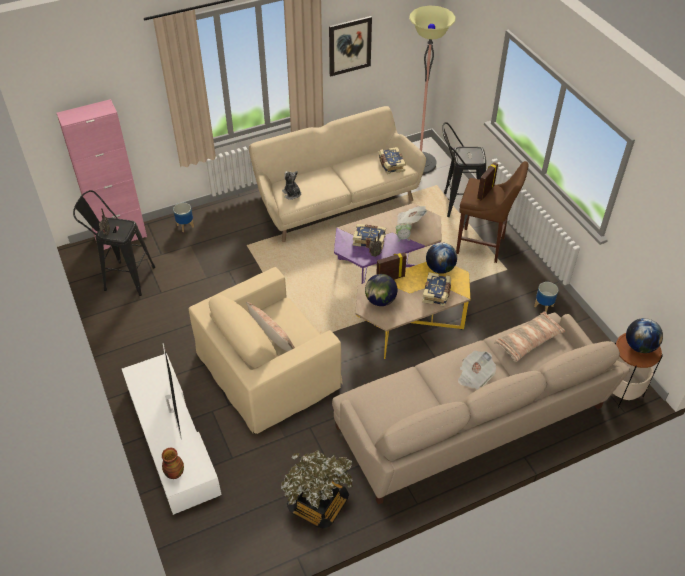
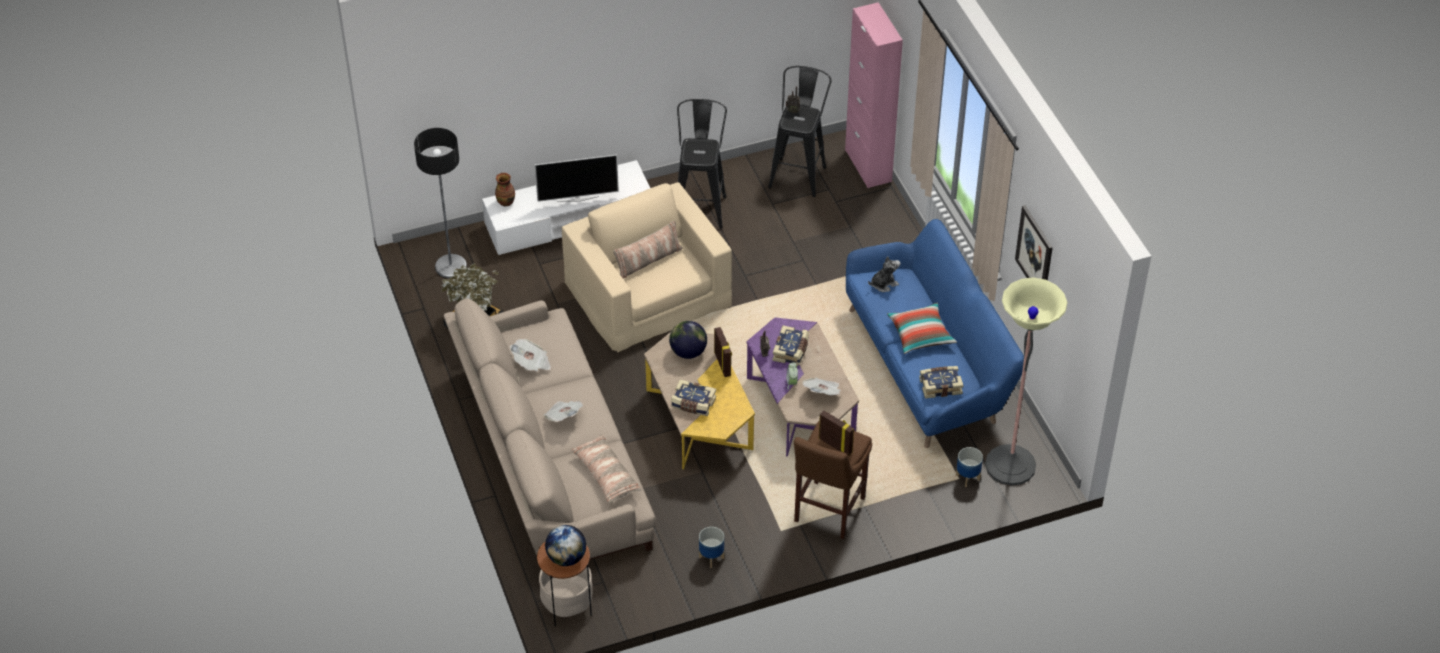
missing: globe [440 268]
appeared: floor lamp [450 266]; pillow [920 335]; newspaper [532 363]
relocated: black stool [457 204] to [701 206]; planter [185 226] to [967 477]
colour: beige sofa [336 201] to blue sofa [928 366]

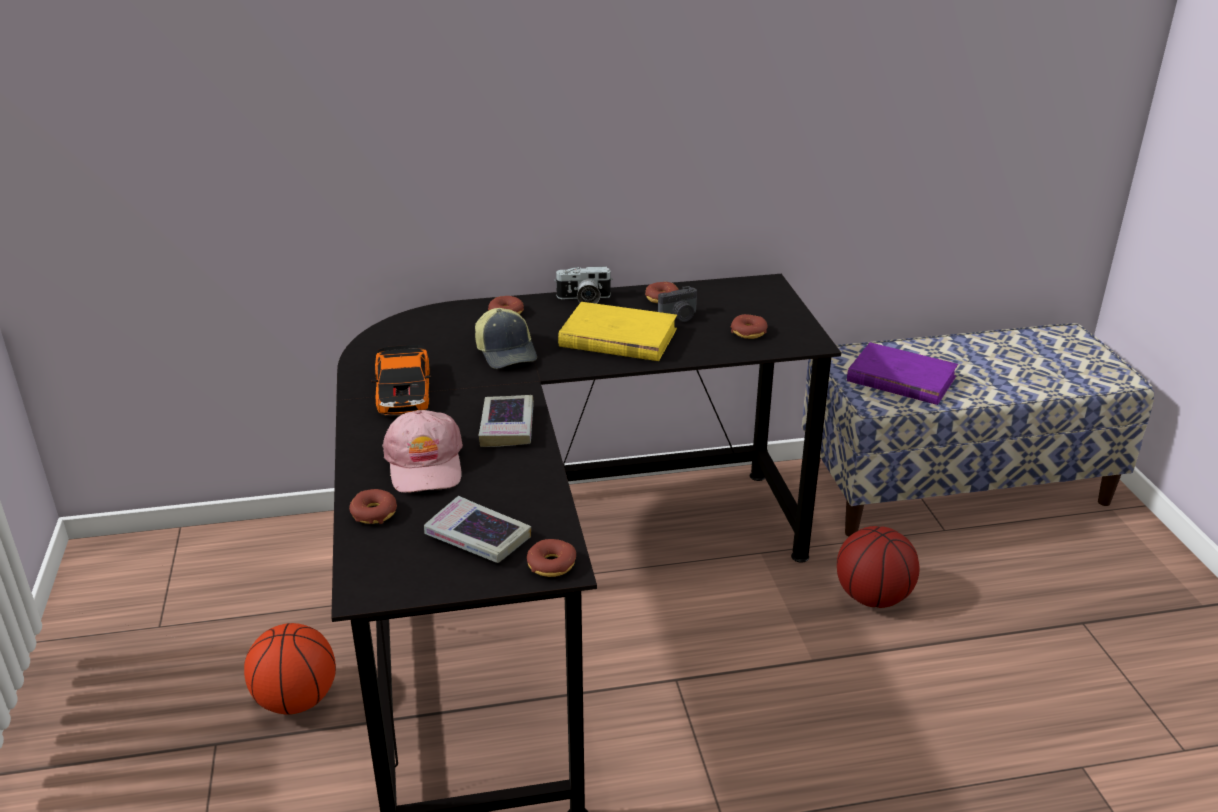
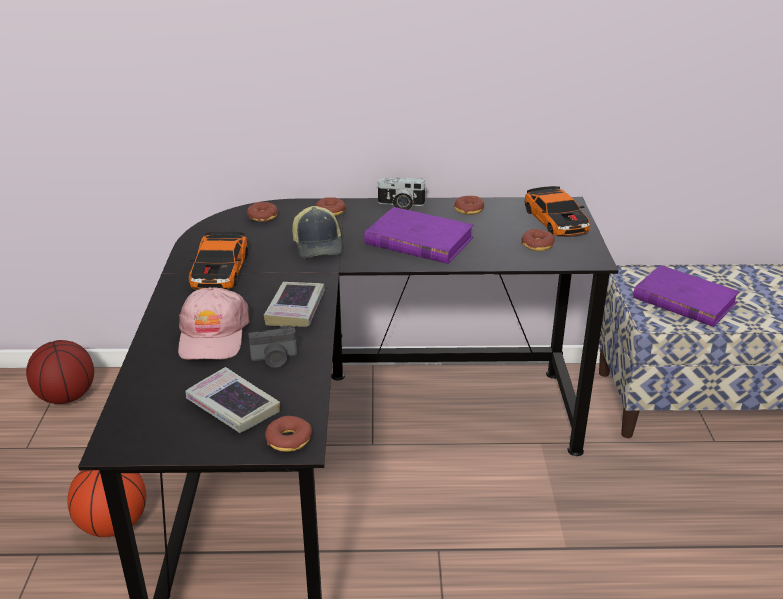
appeared: toy car [557 220]
relocated: photo camera [679 316] to [274 359]; donut [374 513] to [262 216]; basketball [872 596] to [67 396]
colour: yellow book [617 338] to purple book [418 241]

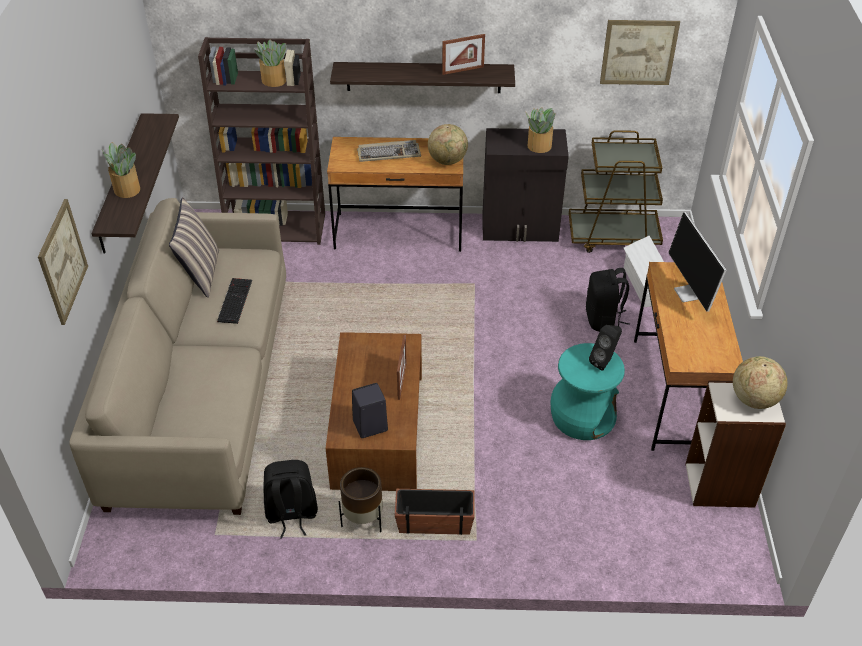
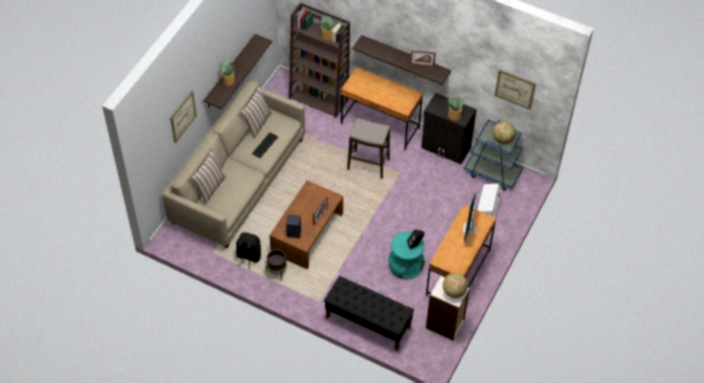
missing: keyboard [389 153]; black backpack [603 319]; planter [434 521]
appeared: stool [368 164]; pillow [210 187]; black bench [367 323]
relocated: globe [447 161] to [503 139]
colour: brown cart [613 236] to blue cart [493 173]

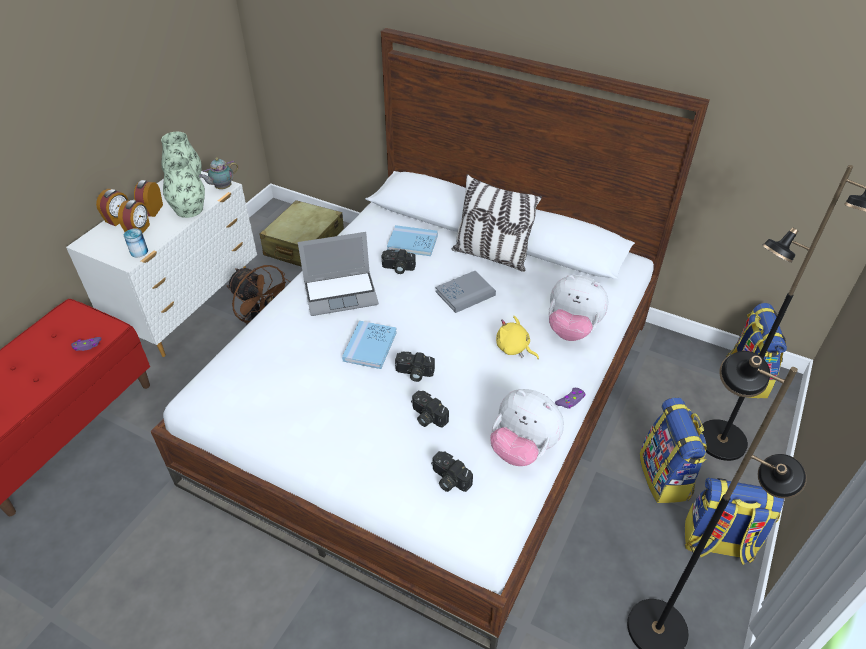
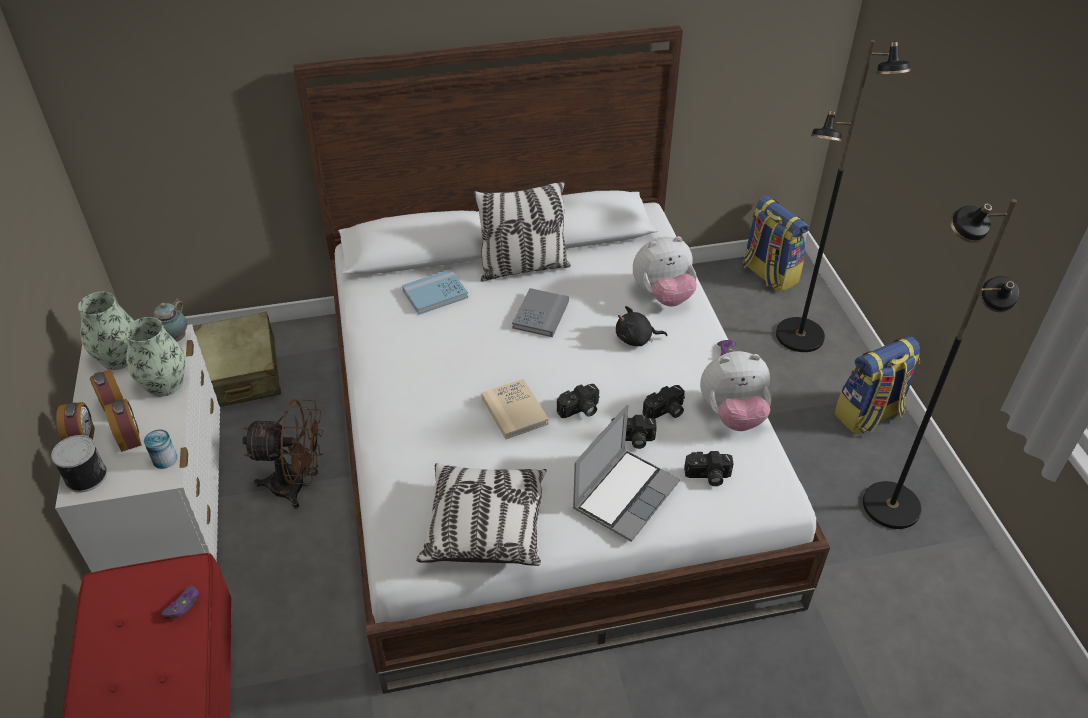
missing: backpack [665 477]
appeared: can [85 476]; pillow [485 526]
relocated: laptop [341 293] to [625 494]; photo camera [398 268] to [665 412]
colour: yellow plush toy [514 348] to black plush toy [636 339]; blue book [370 346] to beige book [514 411]

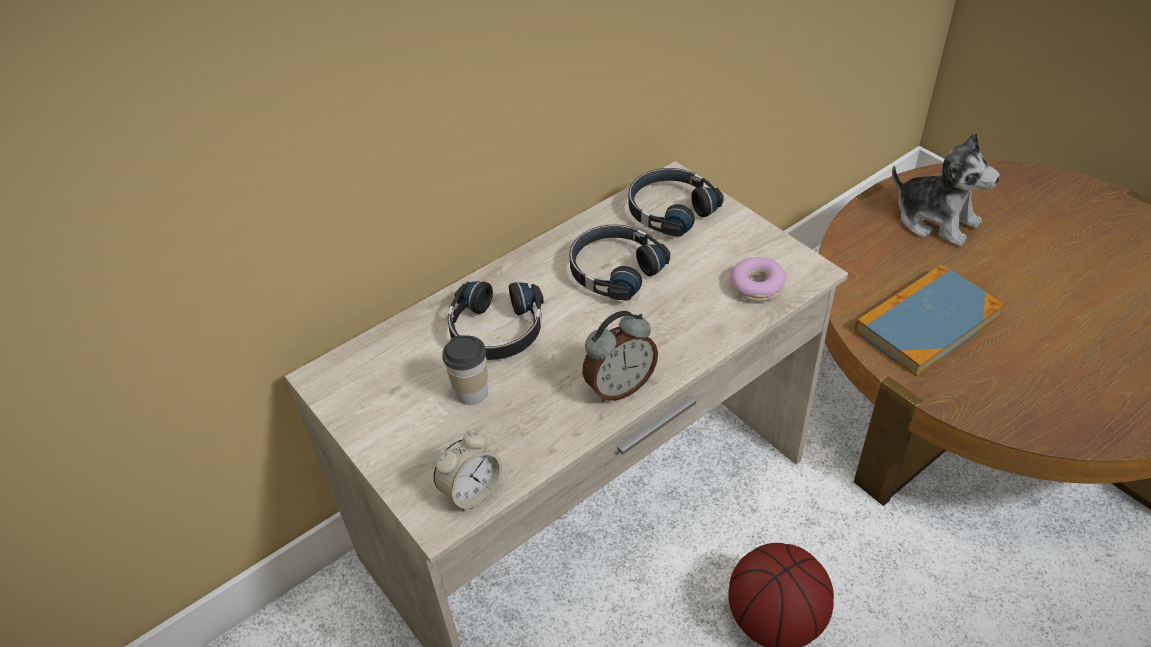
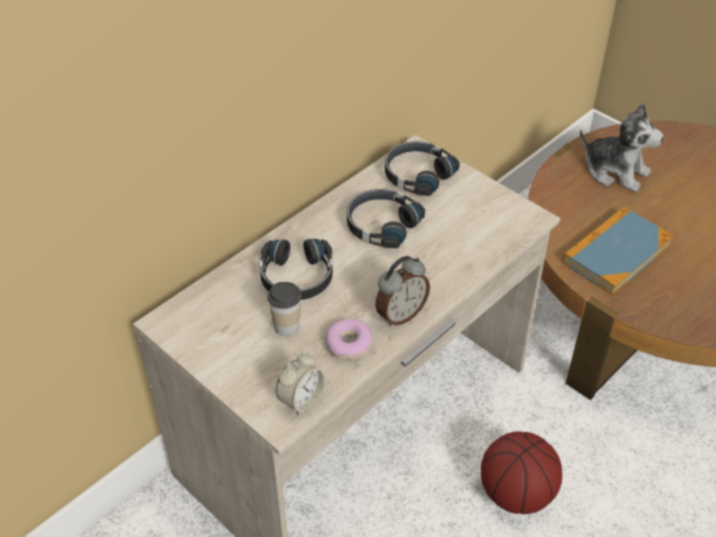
relocated: donut [757 286] to [349 344]

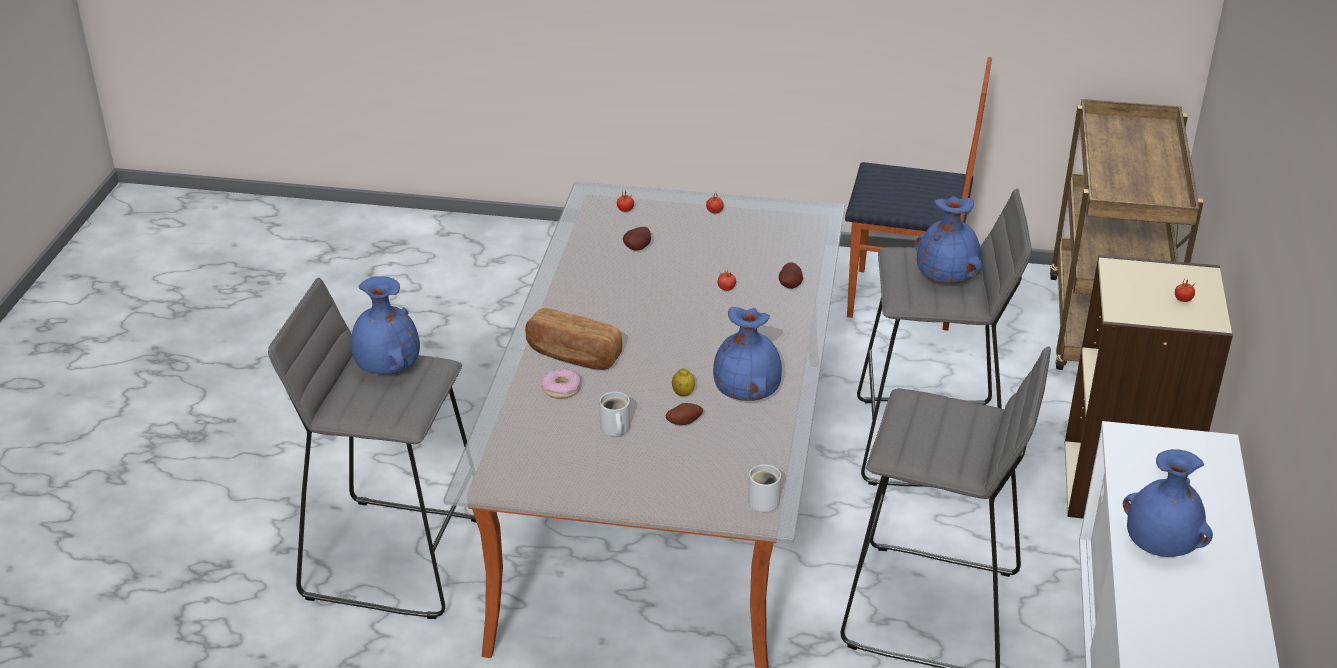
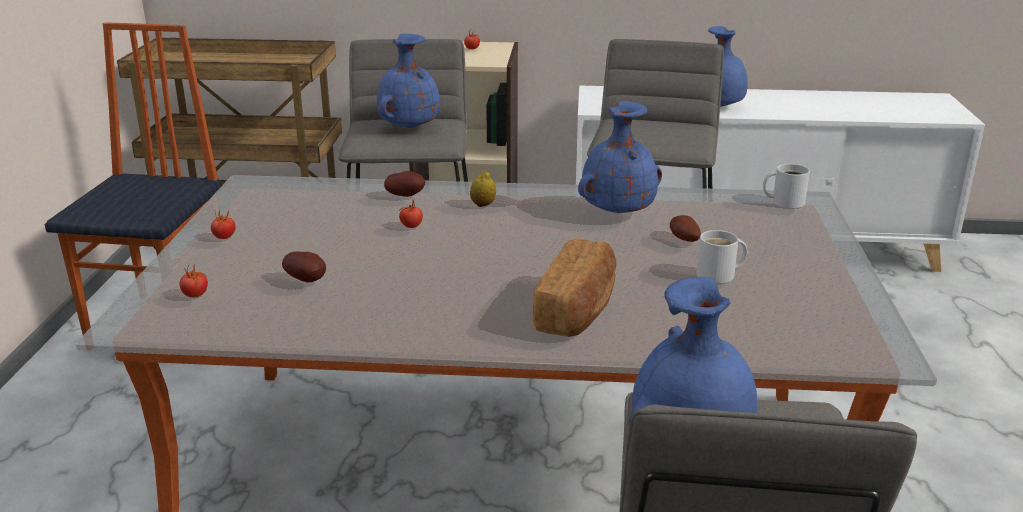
missing: donut [561 388]
relocated: lemon [683 393] to [483 205]

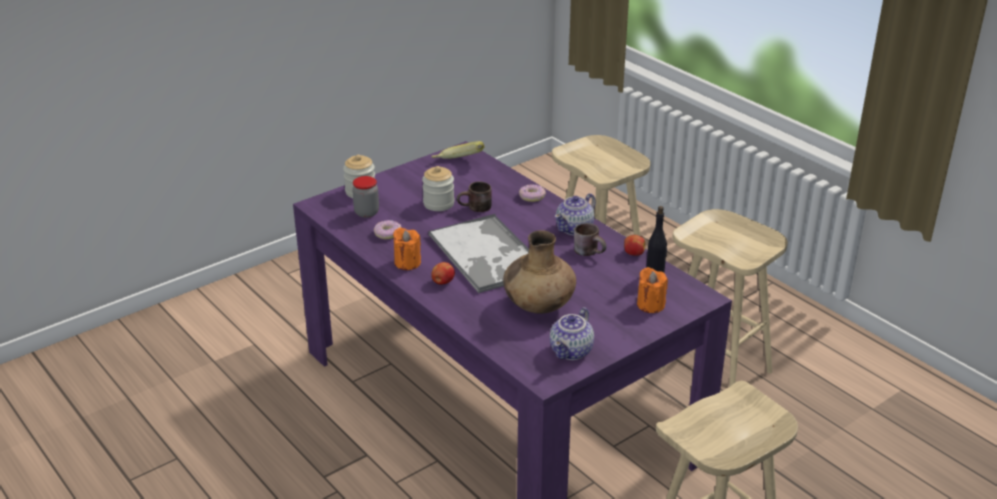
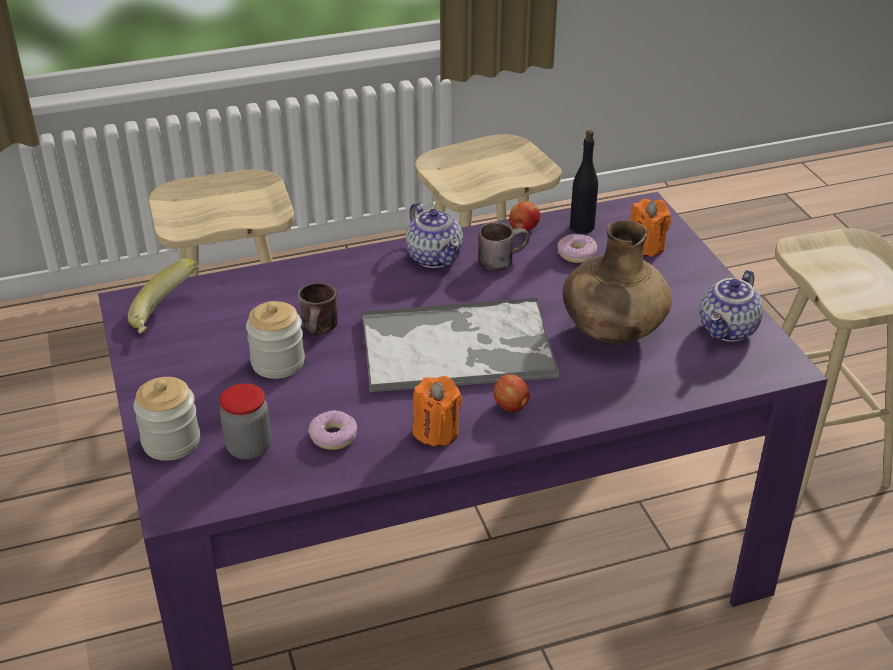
relocated: donut [532 196] to [576 254]
spun: teapot [572 352] = [729 330] 75 degrees clockwise

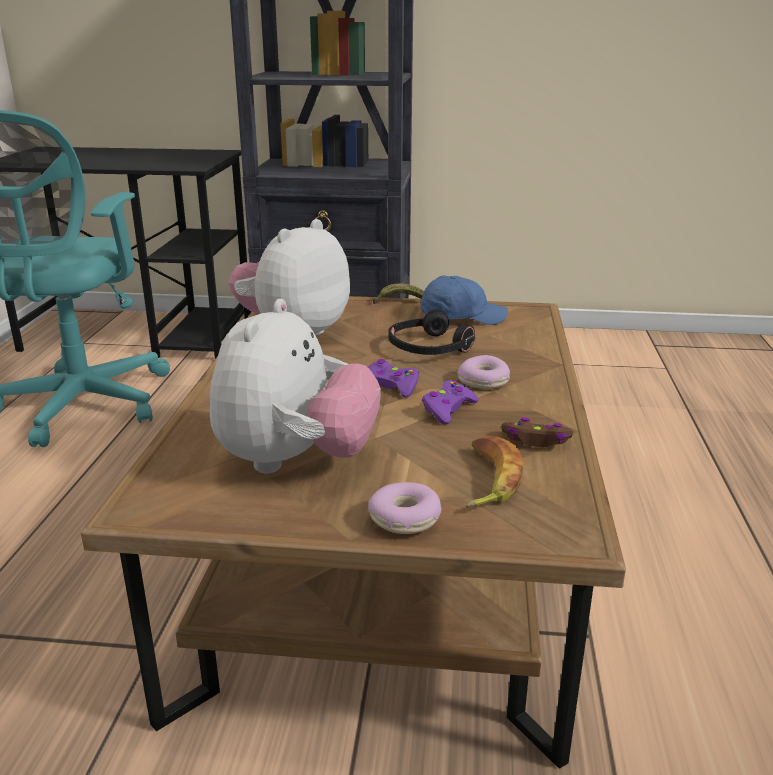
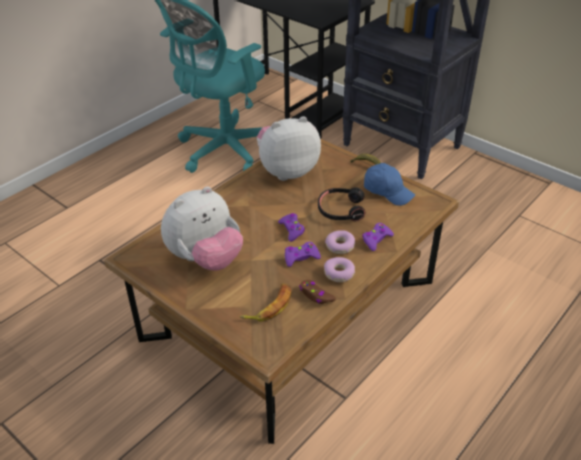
appeared: purple game controller [376 240]
relocated: donut [405 518] to [339 273]

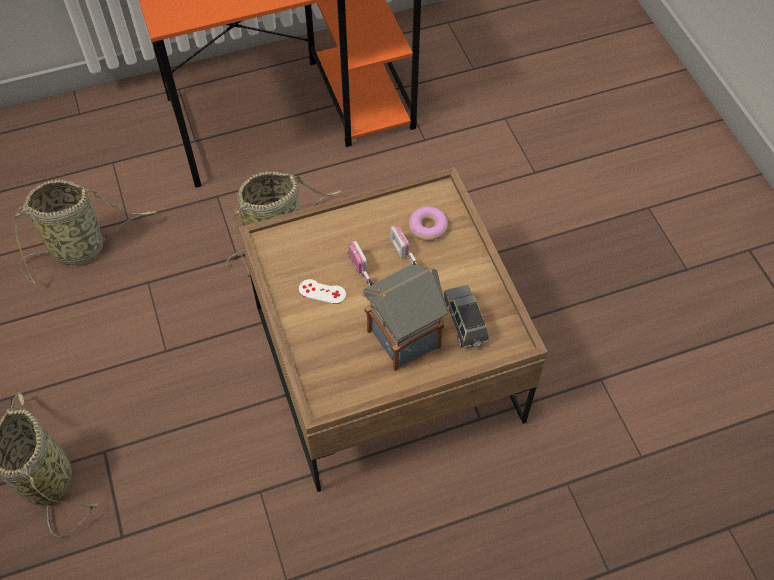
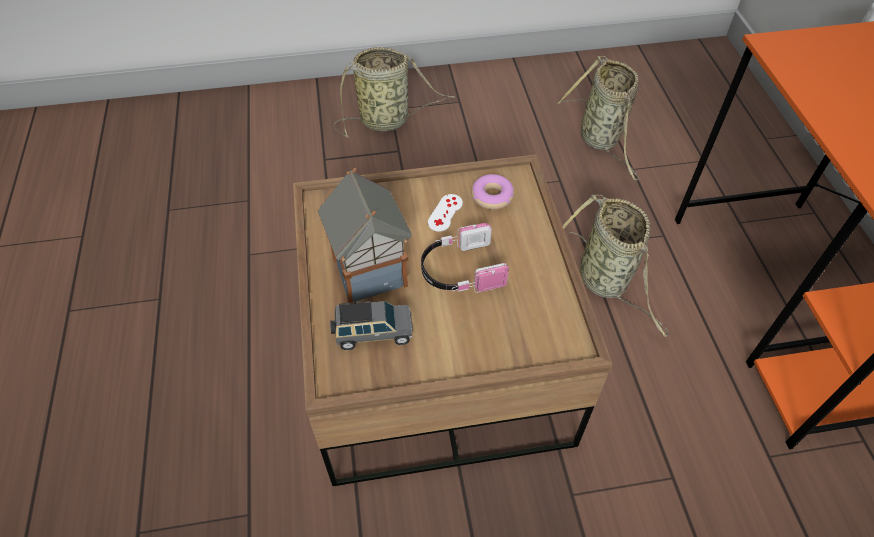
relocated: donut [428 227] to [492 196]

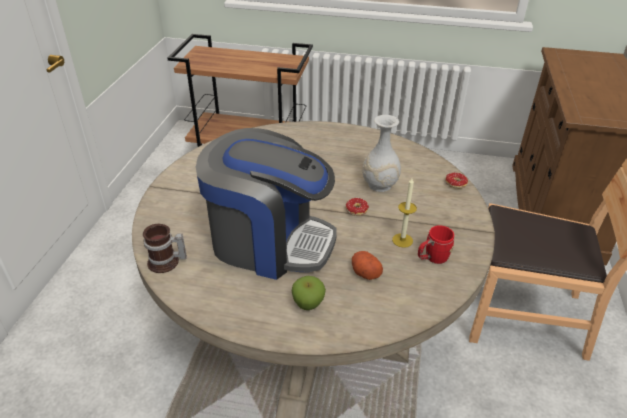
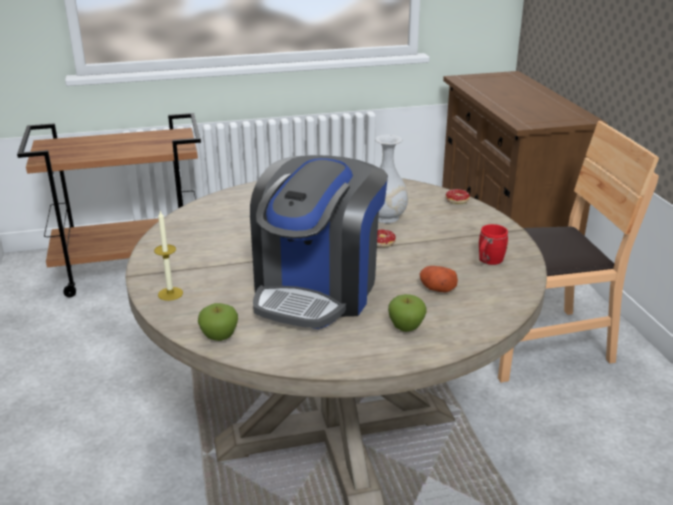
relocated: candle [402 240] to [170 294]
exchanged: mug [166 263] to apple [219 337]
spun: coffee machine [269 241] = [317 289] 120 degrees clockwise

